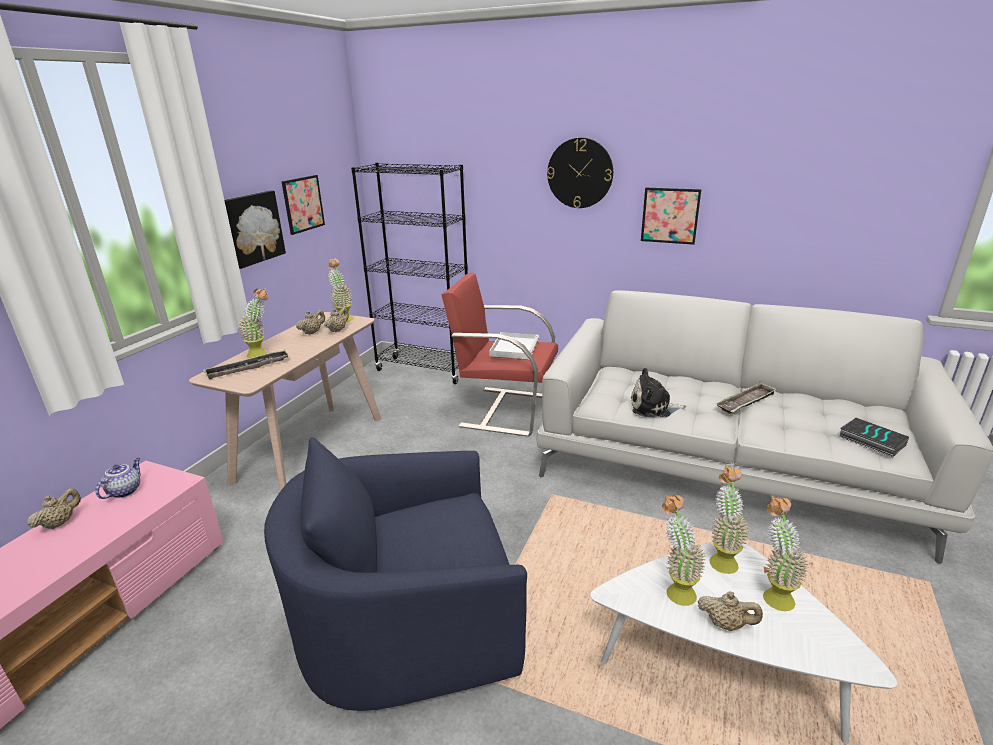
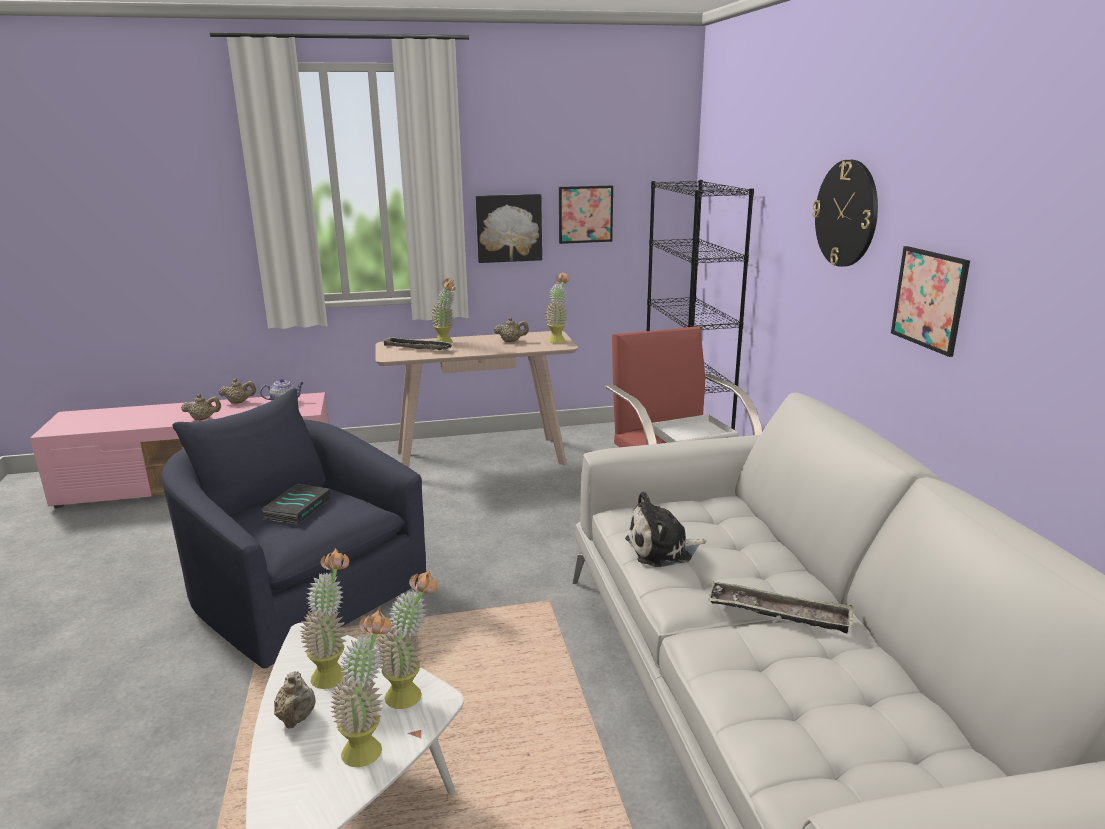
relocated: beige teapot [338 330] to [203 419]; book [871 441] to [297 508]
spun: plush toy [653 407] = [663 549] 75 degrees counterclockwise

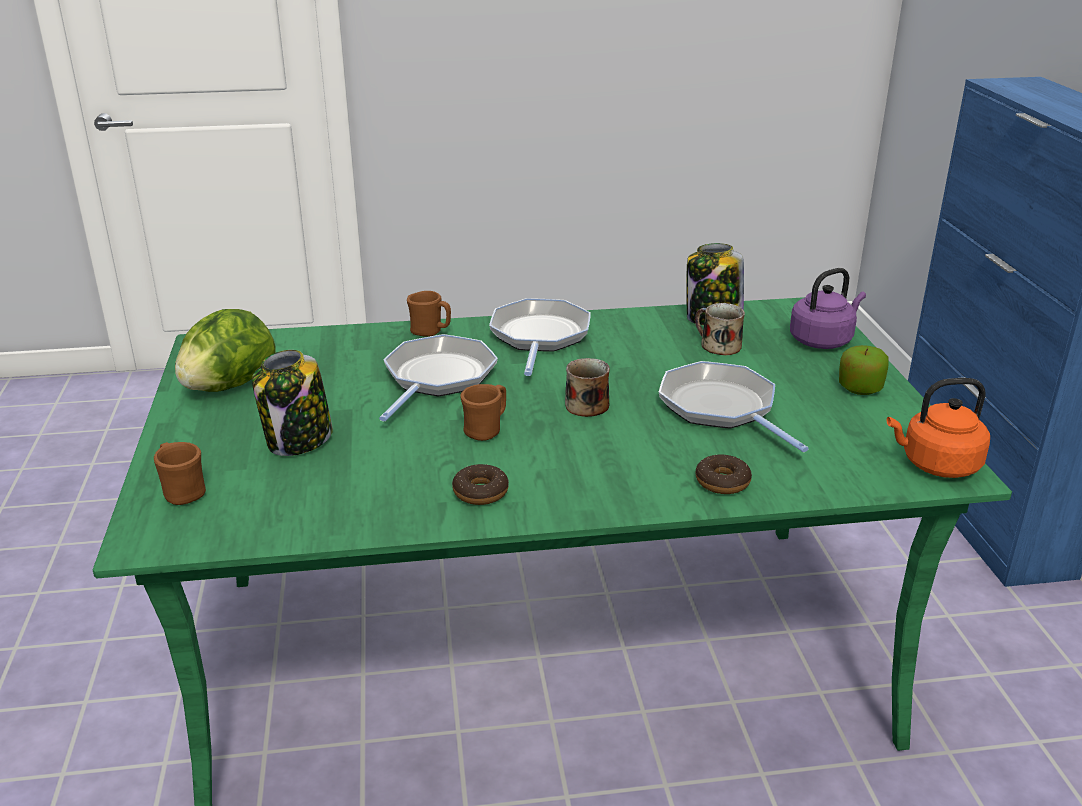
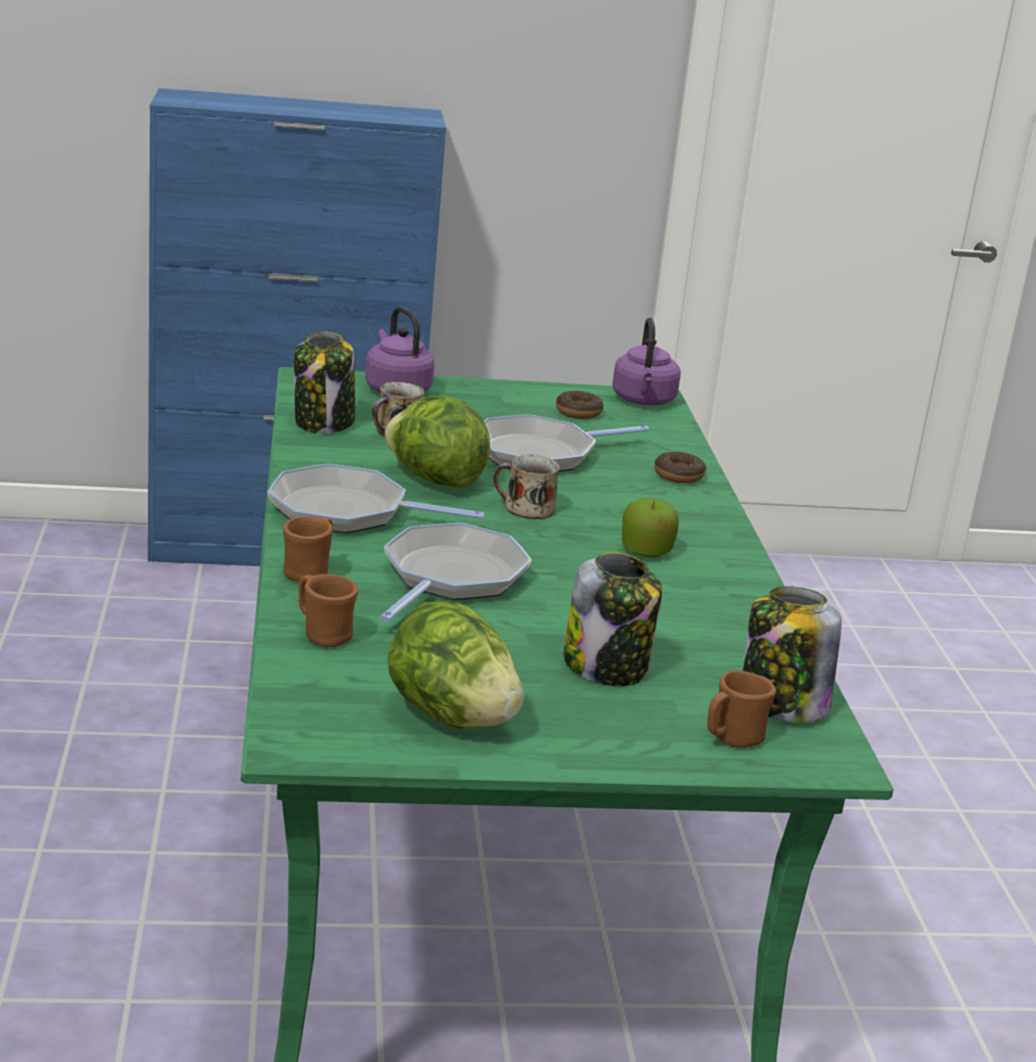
appeared: lettuce [434 480]; jar [781 705]
relocated: apple [860 388] to [646 551]; brown mug [486 430] to [322 634]; donut [480 492] to [578 412]
colour: orange kettle [936 465] to purple kettle [643 401]
spun: frying pan [437 378] = [451 577] 90 degrees clockwise

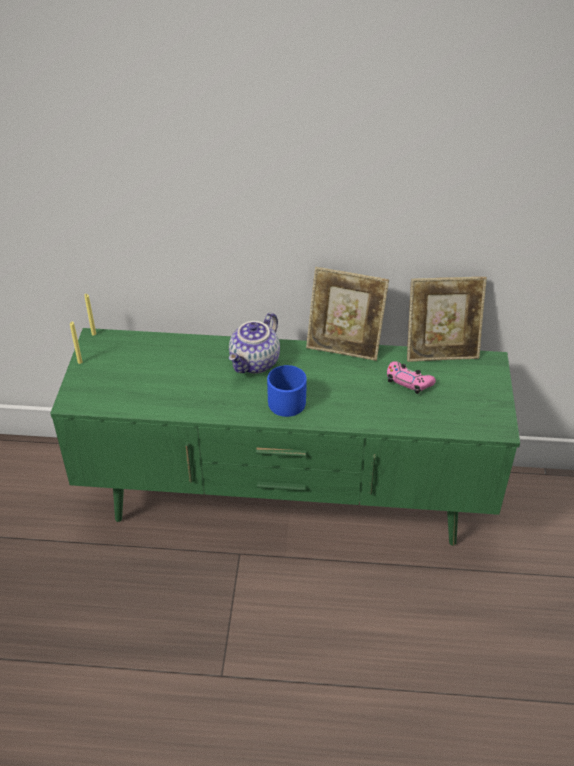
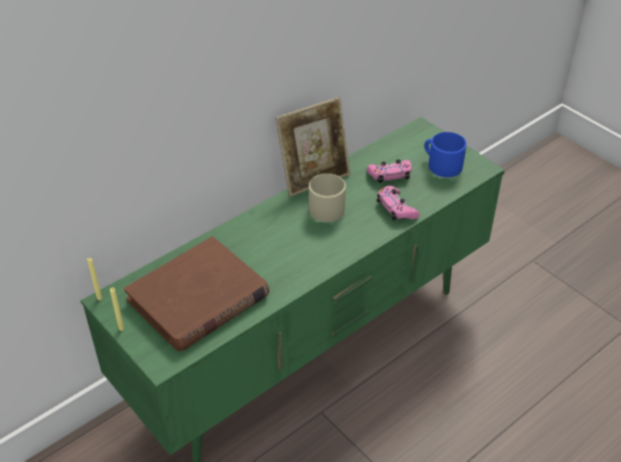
missing: picture frame [441 351]; teapot [255 363]
appeared: beige mug [326 206]; pink game controller [396 208]; brown book [198 298]
relocated: blue mug [286 399] to [441 164]

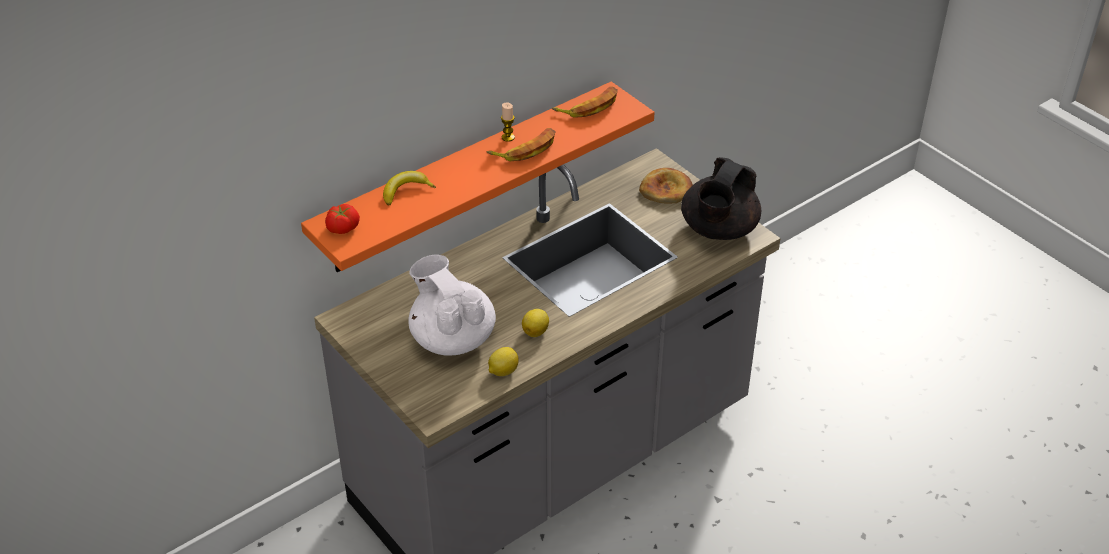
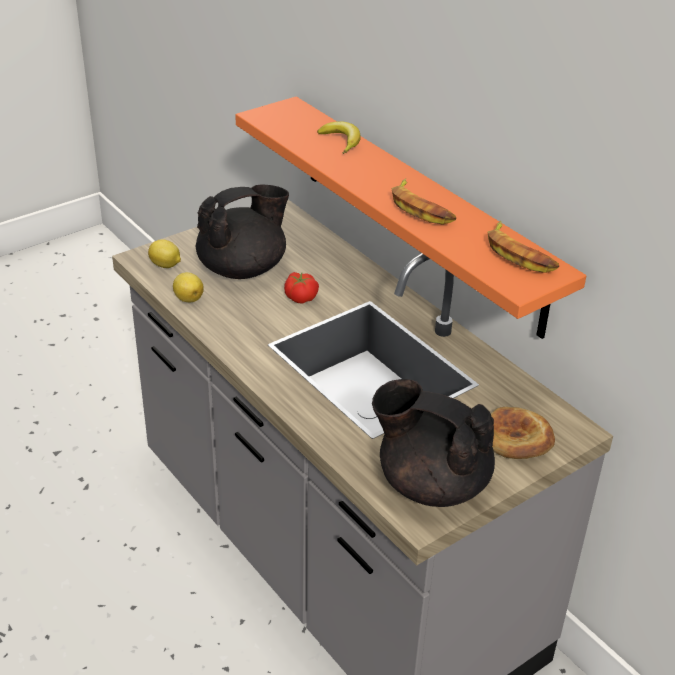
missing: candle [508 137]
relocated: tomato [342 227] to [301 297]; lemon [536 331] to [166 265]
colour: white teapot [452 338] to black teapot [243 269]

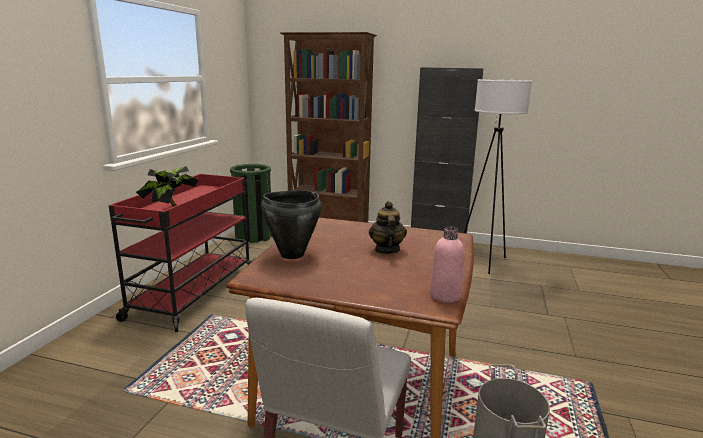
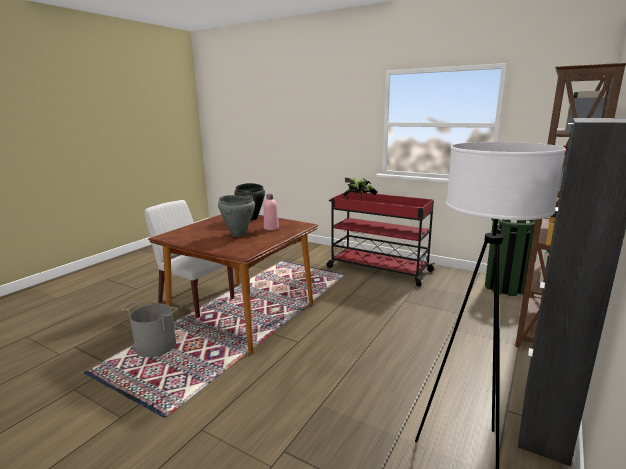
relocated: pink bottle [445 296] to [271 228]
exchanged: teapot [386 250] to grey cooking pot [238 234]

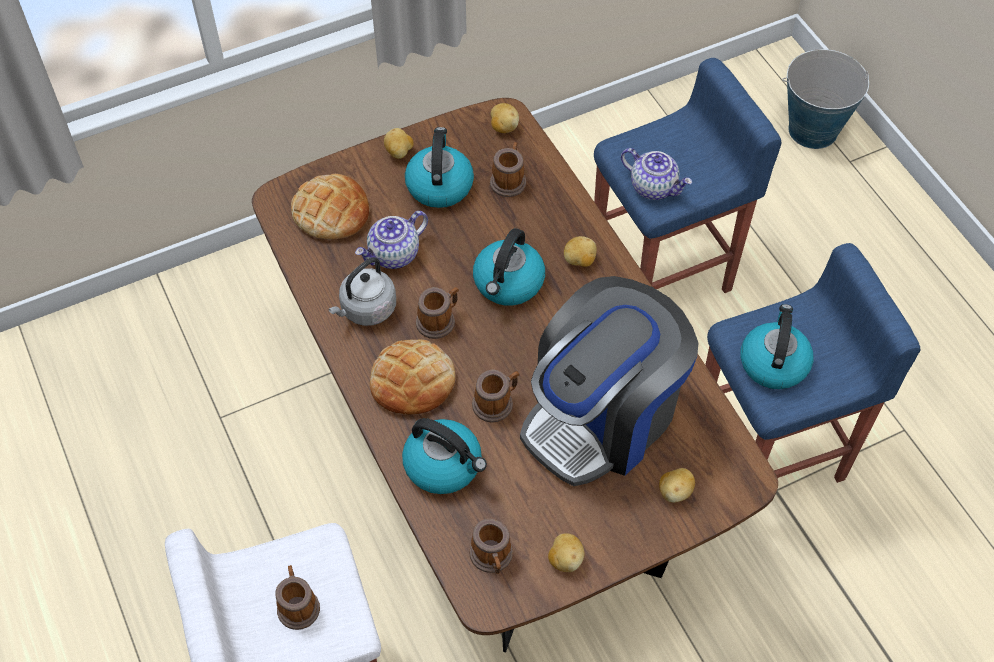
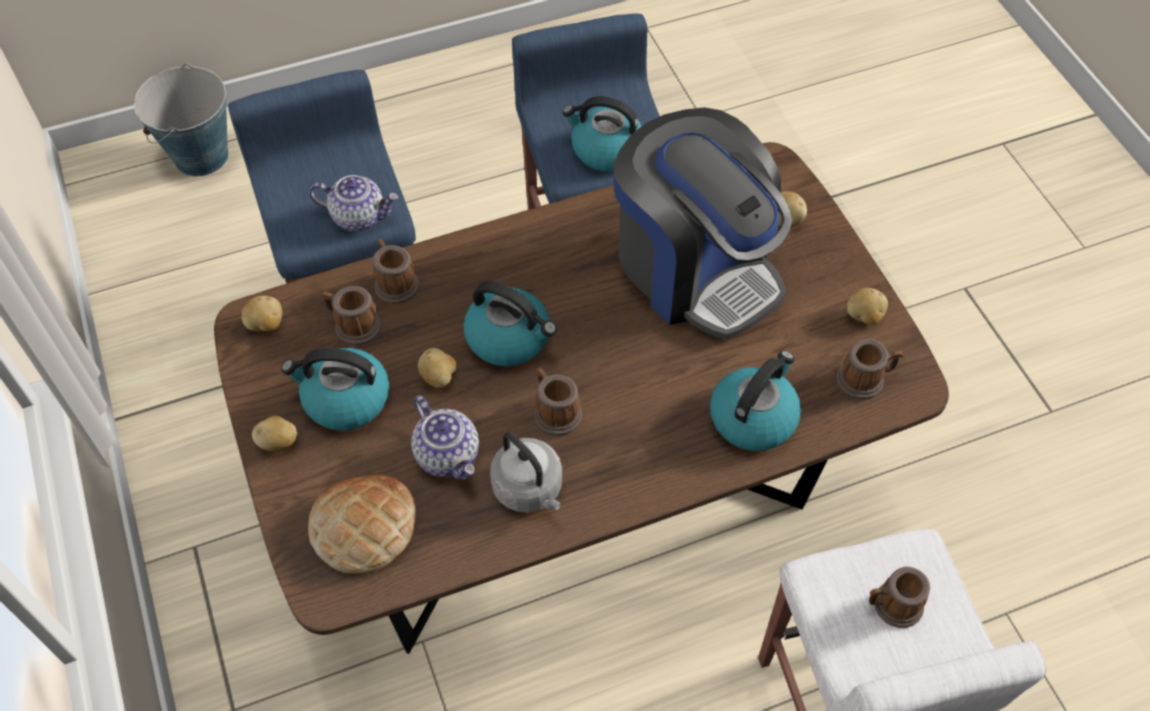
missing: bread [412 381]
relocated: potato [579 260] to [439 377]; mug [496 402] to [394 282]
spun: teapot [654 187] = [359 216] 60 degrees clockwise

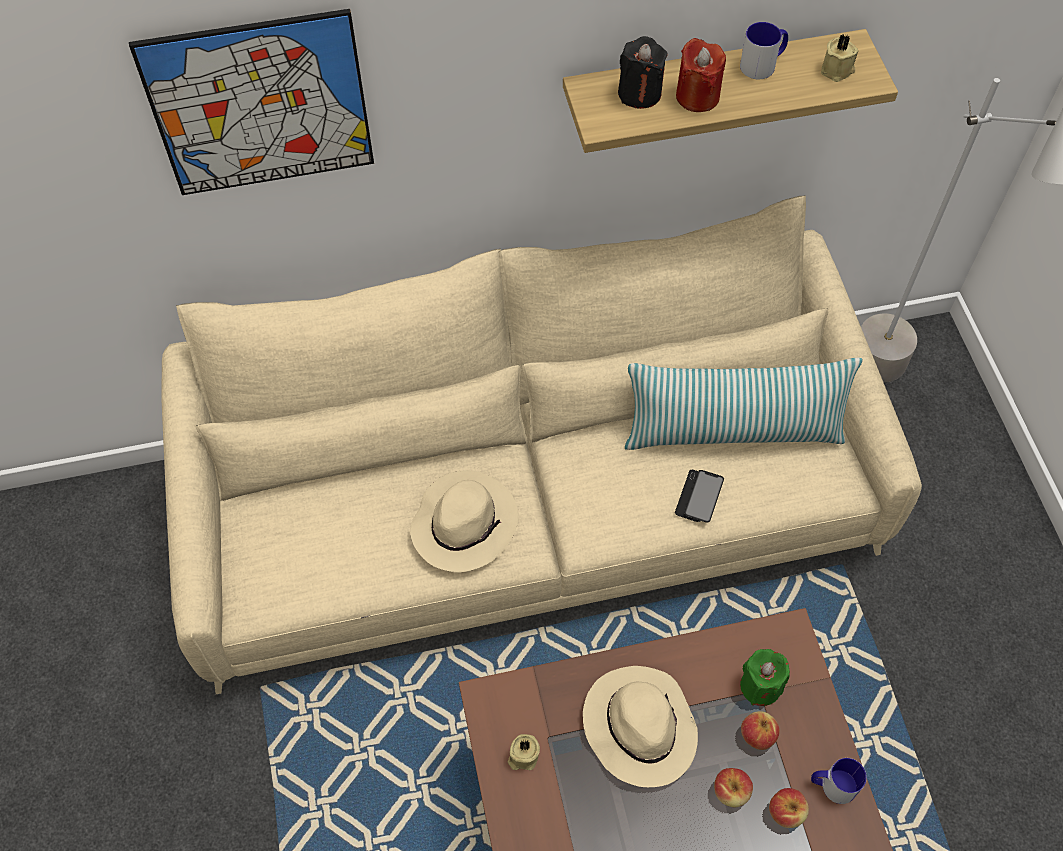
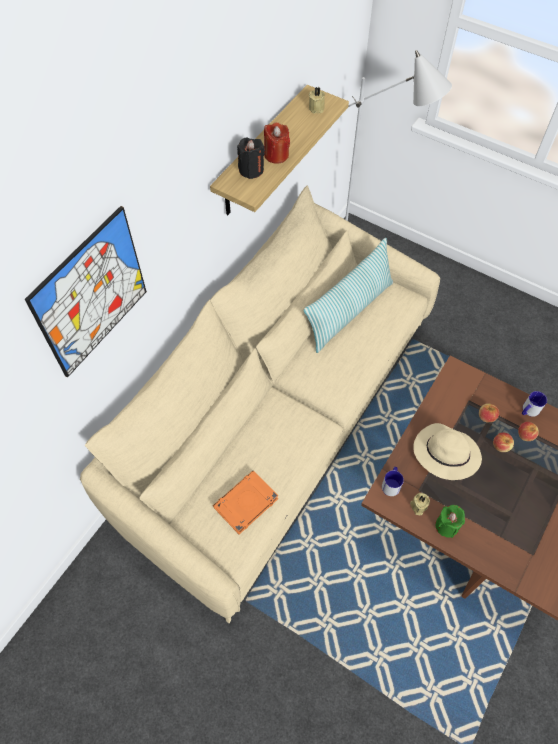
missing: phone [699 497]; beige hat [464 523]
appeared: orange book [245 504]
relocated: mug [763 64] to [391 484]; green candle [760 686] to [447 526]

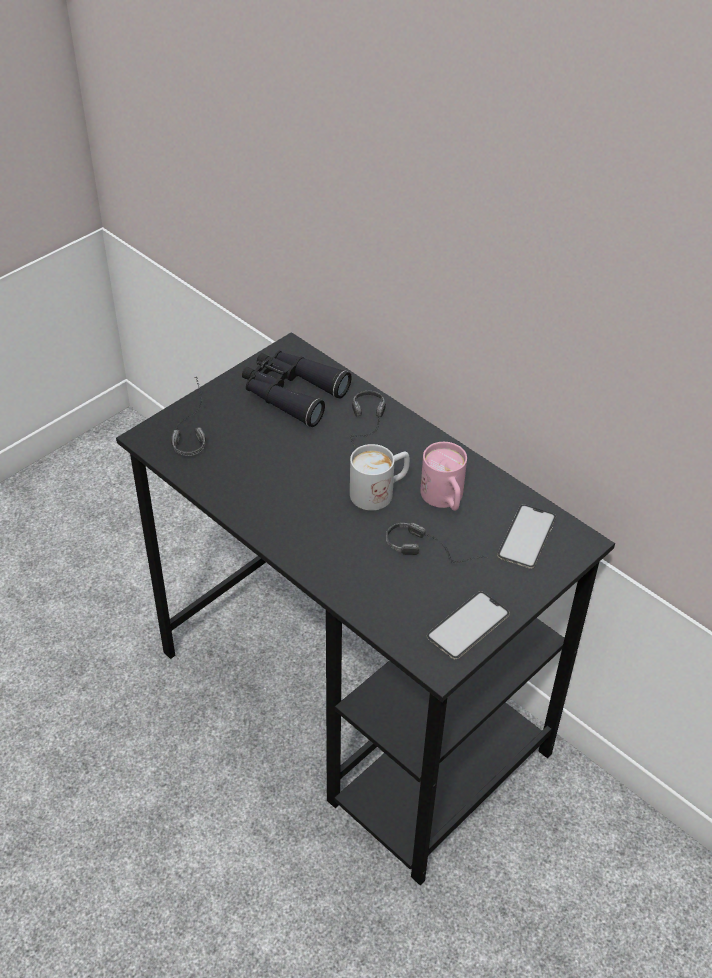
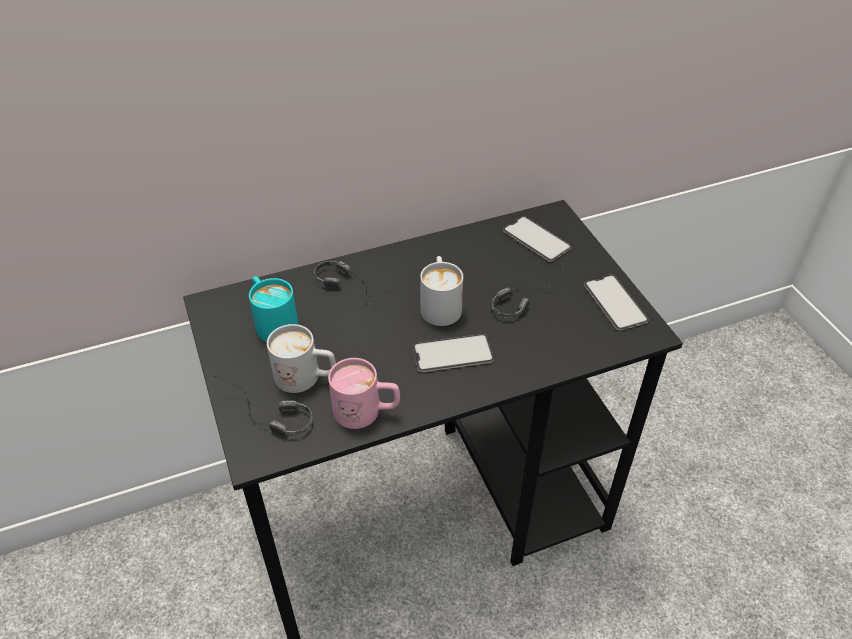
appeared: white mug [306 377]; phone [452 353]
relocated: pink mug [445 499] to [367 411]
exchanged: black binoculars [291 393] to turquoise mug [273 322]

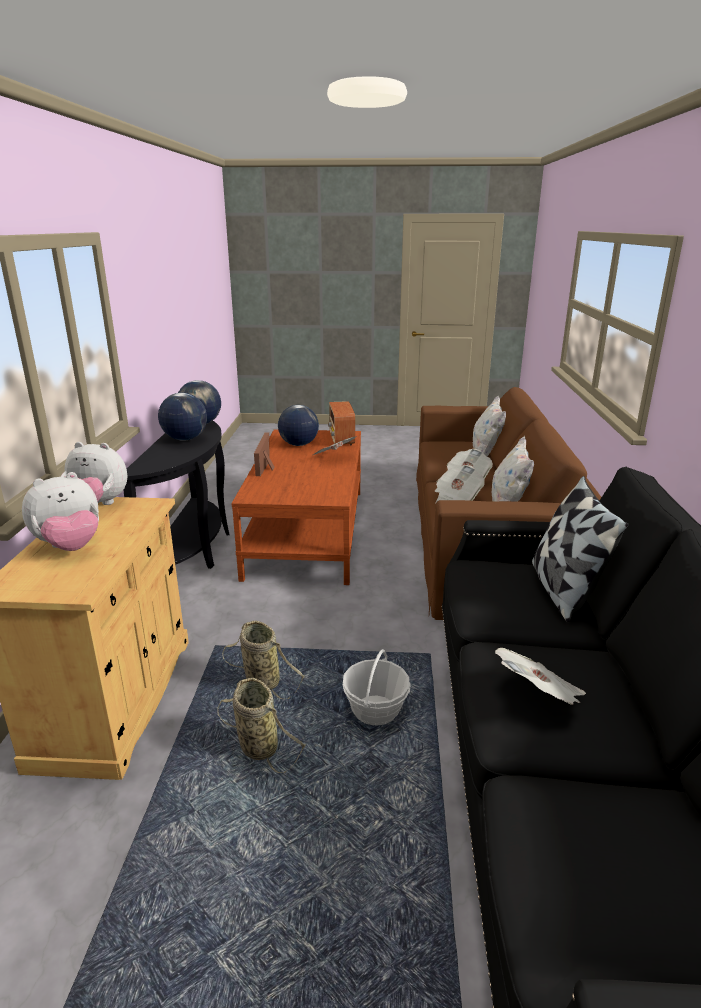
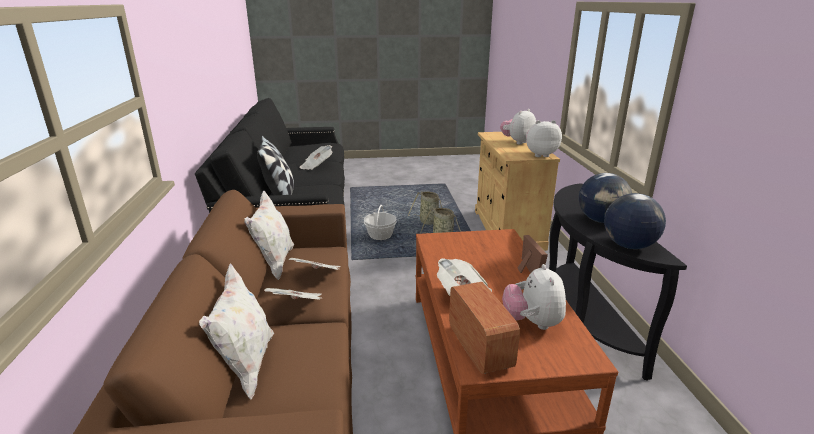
exchanged: globe [298 444] to plush toy [532 323]

